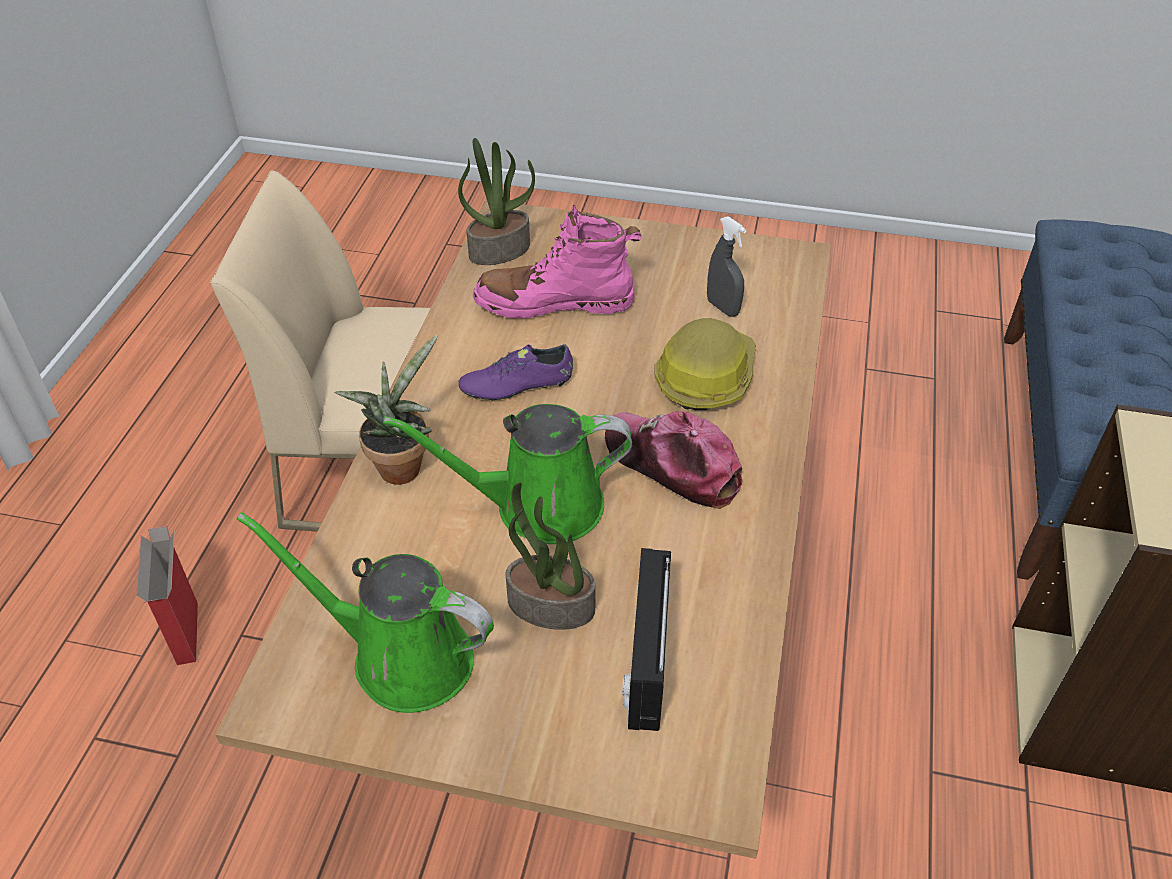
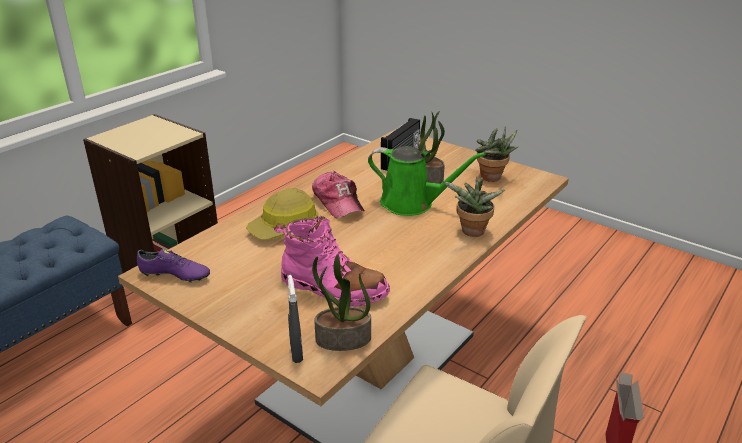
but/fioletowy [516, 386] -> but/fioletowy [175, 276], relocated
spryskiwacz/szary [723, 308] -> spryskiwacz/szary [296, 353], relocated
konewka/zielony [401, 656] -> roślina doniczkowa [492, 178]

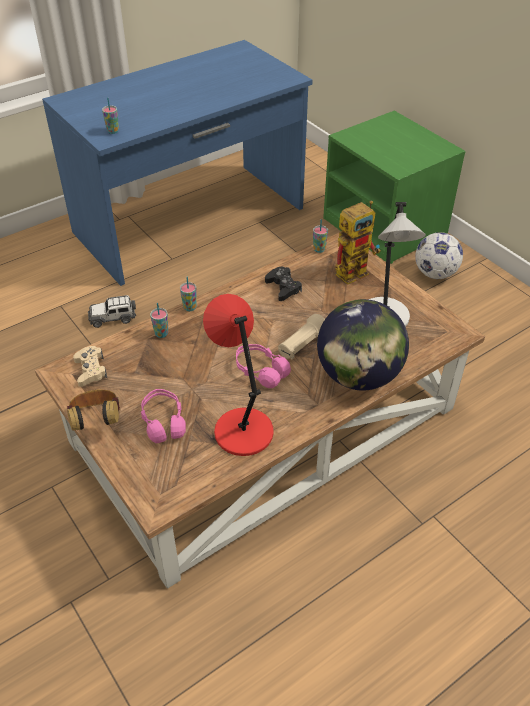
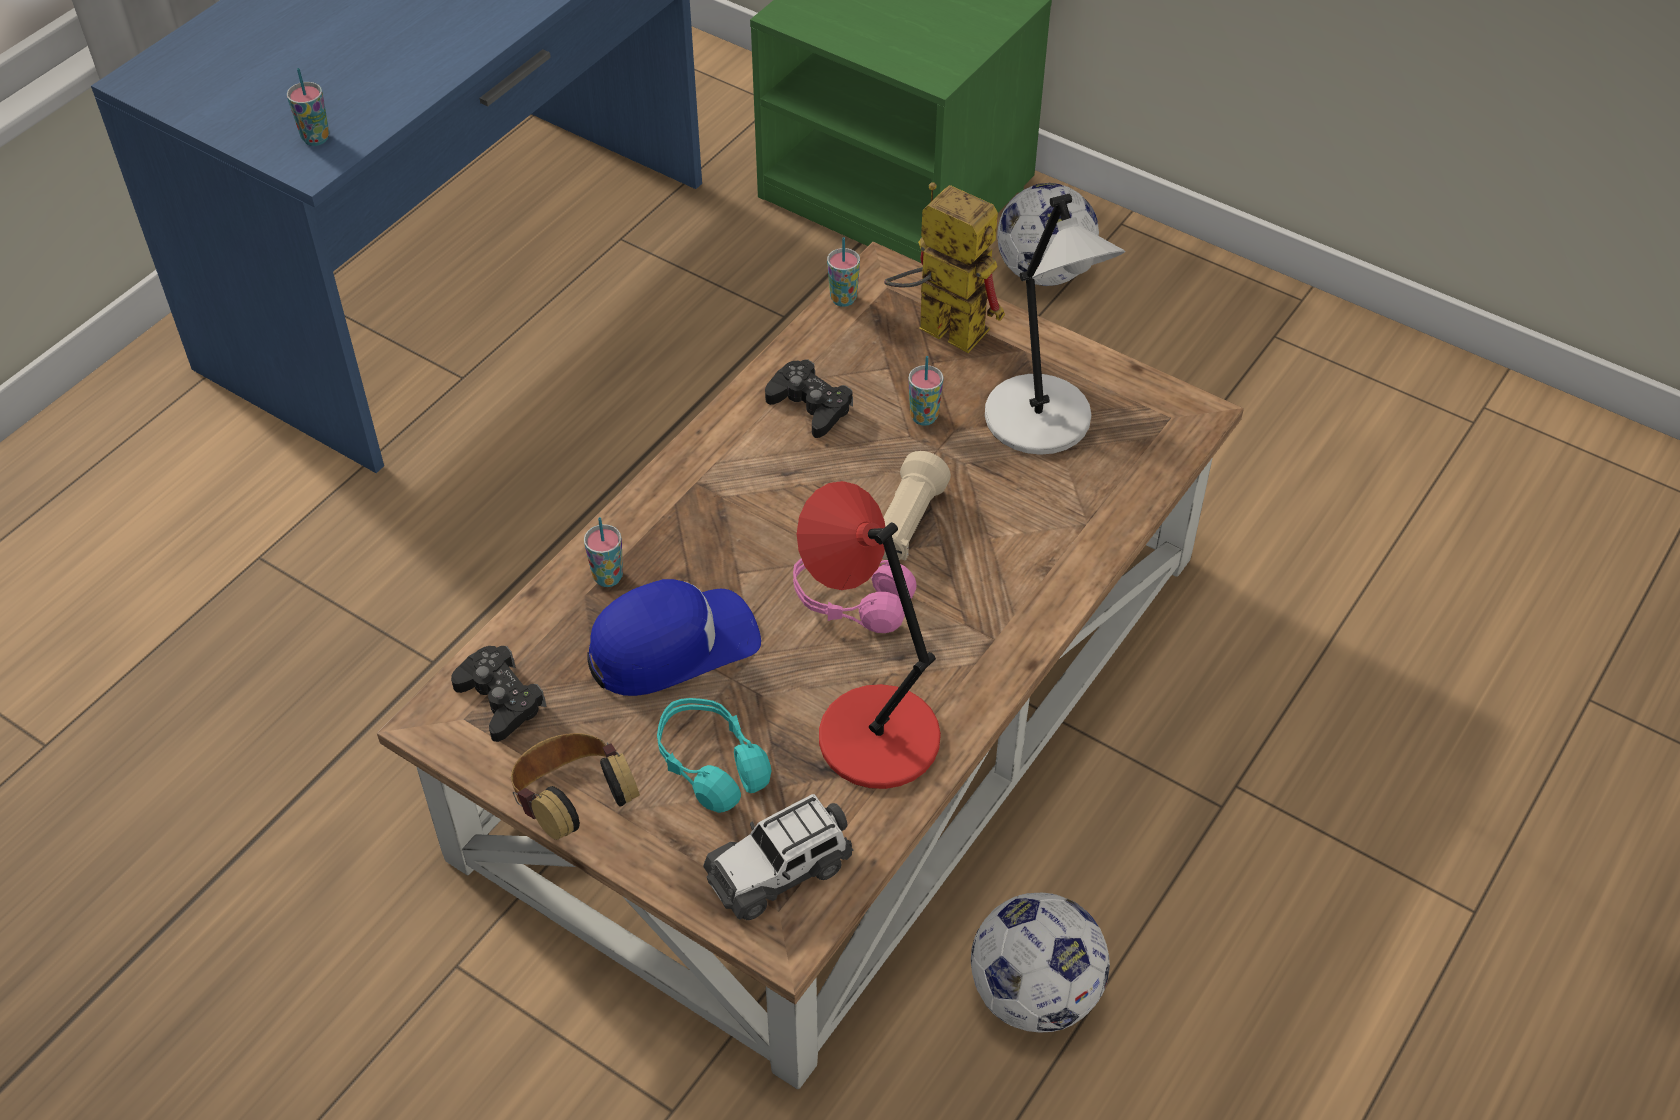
globus [358, 376] -> none
none -> czapka z daszkiem/niebieski [673, 645]
none -> piłka futbolowa [1034, 995]
samochodzik [113, 318] -> samochodzik [779, 869], relocated
filiżanka [190, 307] -> filiżanka [924, 417], relocated
pad do gier/beżowy [91, 370] -> pad do gier/czarny [500, 699]
słuchawki/różowy [163, 422] -> słuchawki/turkusowy [710, 764]
robot zabawkowy [355, 270] -> robot zabawkowy [937, 328], 90 degrees counterclockwise

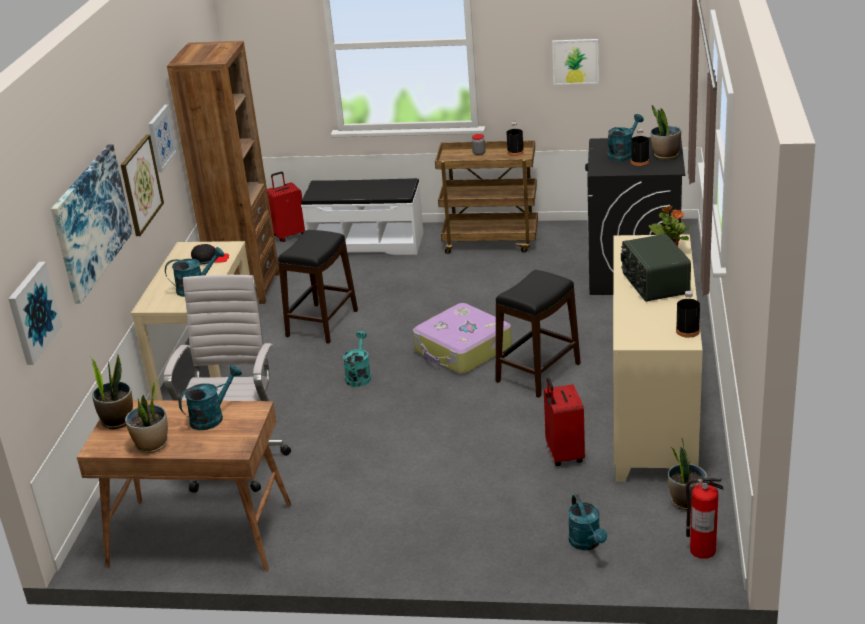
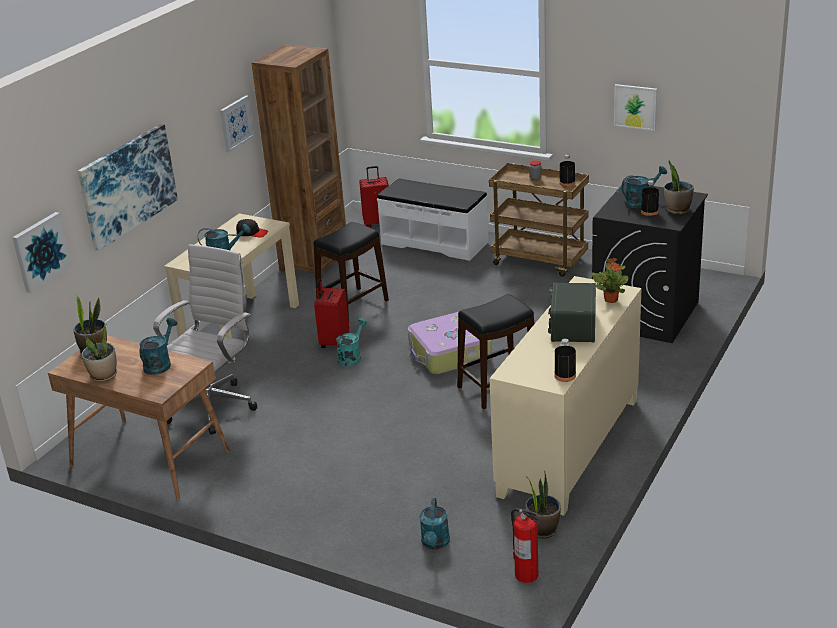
obraz [140, 184] -> none
walizka/czerwony [563, 455] -> walizka/czerwony [334, 342], relocated
konewka/turkusowy [212, 417] -> konewka/turkusowy [160, 364], 45 degrees counterclockwise

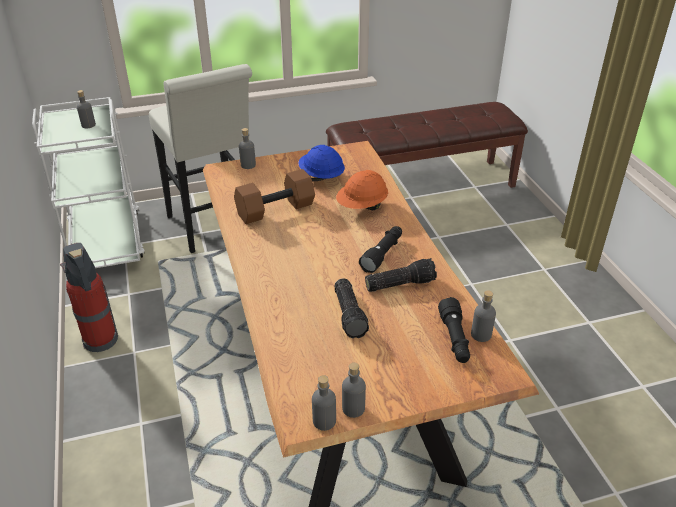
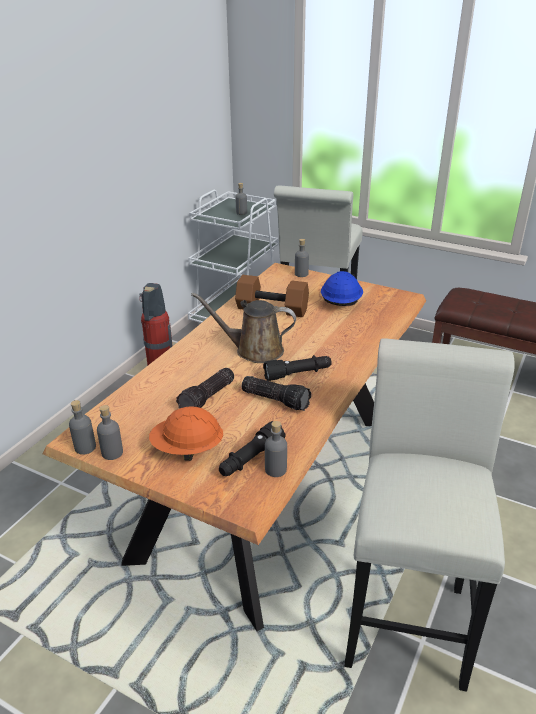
none -> konewka/brązowy [254, 350]
none -> stołek/biały [406, 615]
kask/pomarańczowy [362, 207] -> kask/pomarańczowy [187, 450], relocated

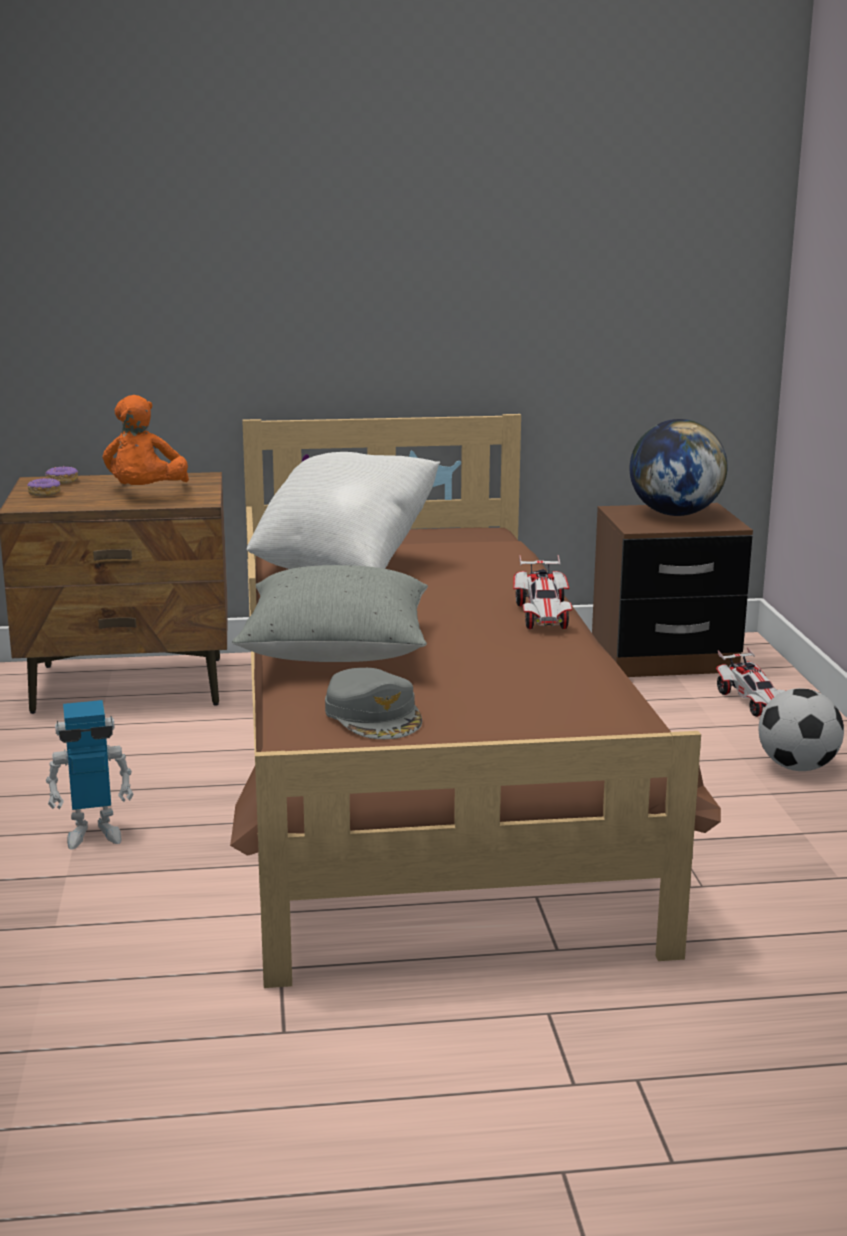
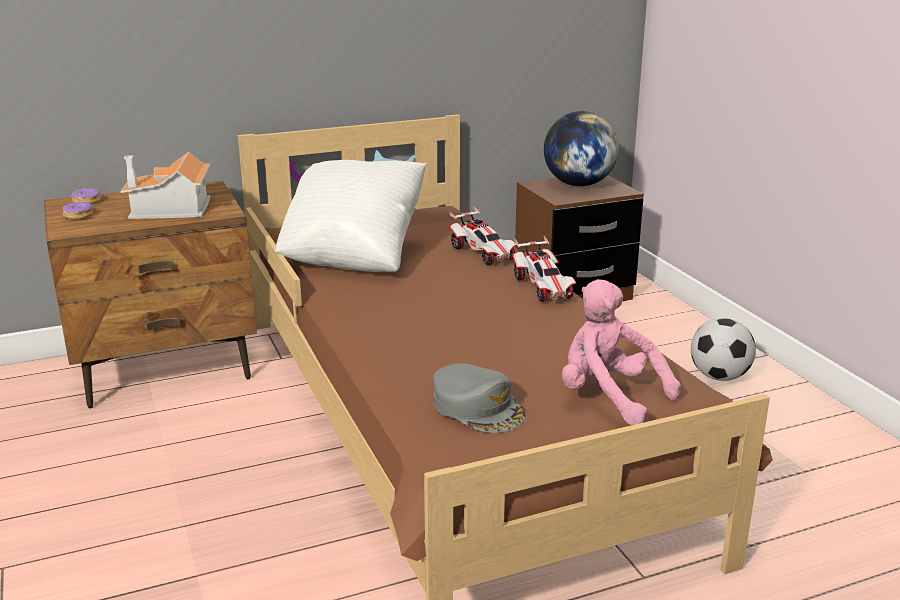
robot zabawkowy [93, 833] -> none
poduszka/szary [336, 651] -> none
none -> pluszak/różowy [608, 397]
samochodzik [752, 702] -> samochodzik [483, 253], relocated
pluszak/pomarańczowy [146, 494] -> domek [172, 209]

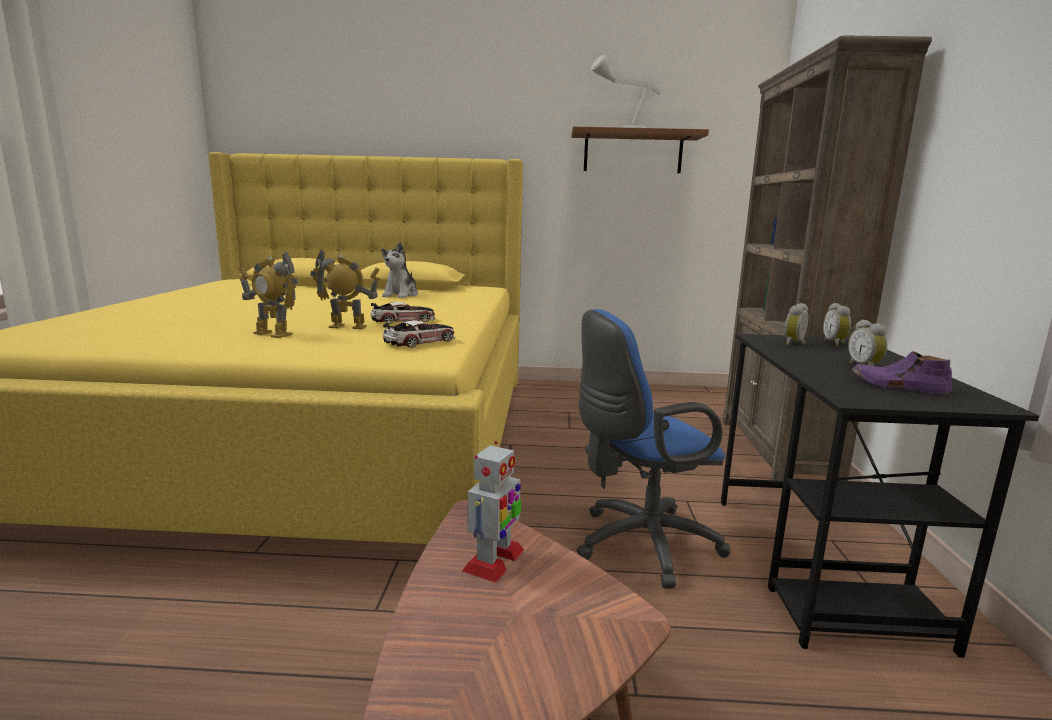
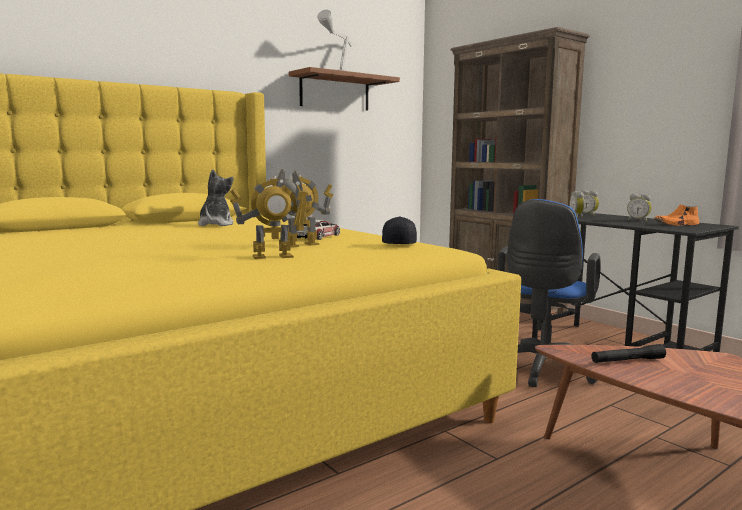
samochodzik [420, 341] -> czapka z daszkiem/czarny [398, 244]
robot zabawkowy [493, 561] -> latarka/czarny [627, 361]
but/fioletowy [898, 386] -> but/pomarańczowy [676, 224]
pluszak [401, 295] -> pluszak [215, 224], 150 degrees counterclockwise

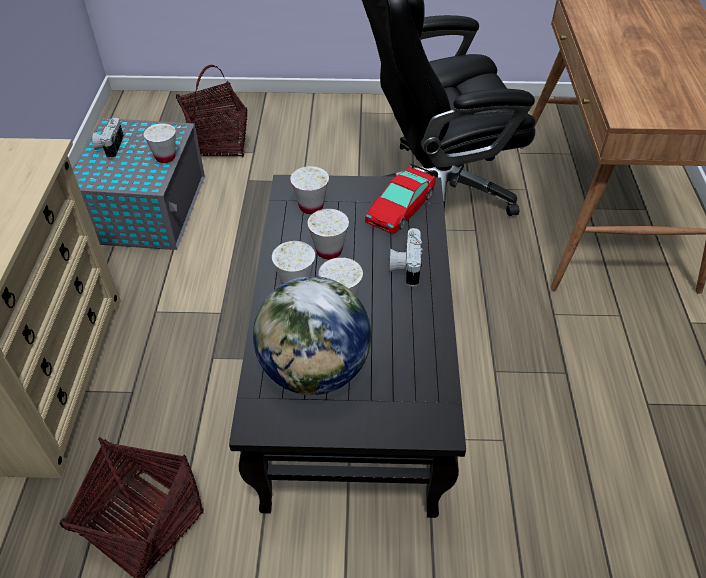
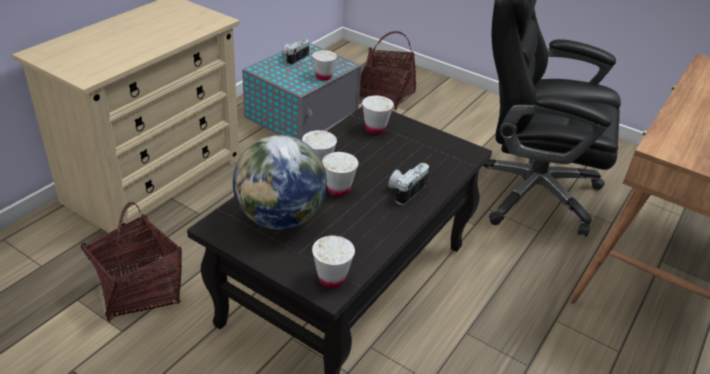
samochodzik [400, 207] -> none
filiżanka/biały [329, 251] -> filiżanka/biały [331, 279], relocated

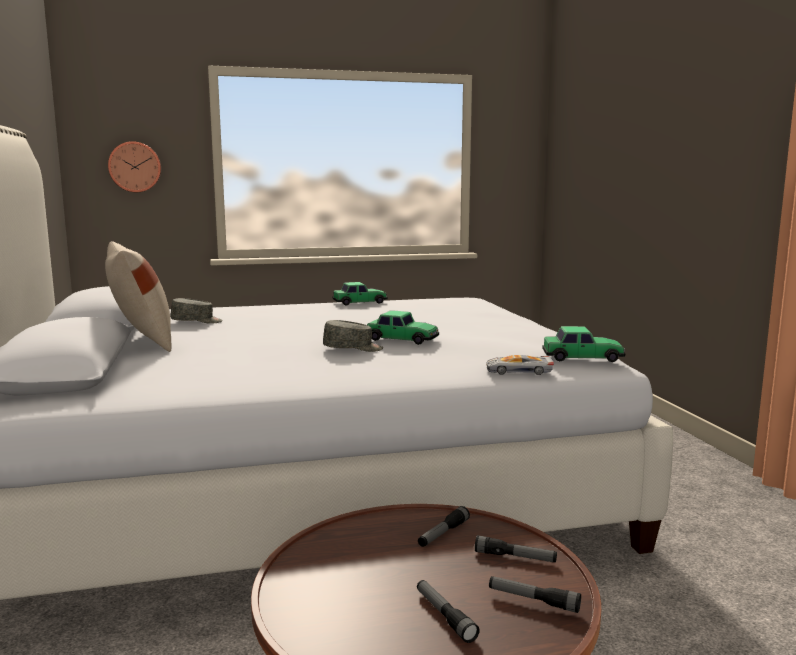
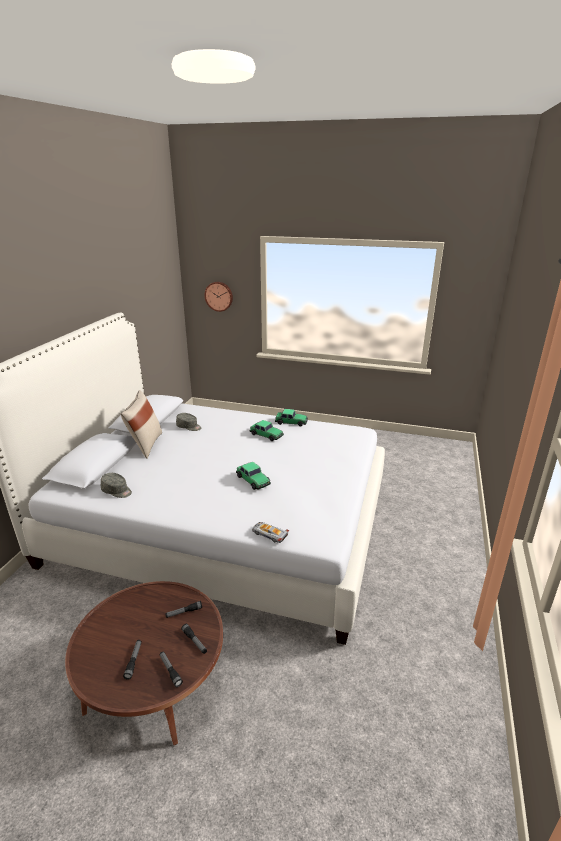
czapka z daszkiem/szary [353, 349] -> czapka z daszkiem/szary [117, 491], relocated
samochodzik [582, 357] -> samochodzik [266, 435], relocated

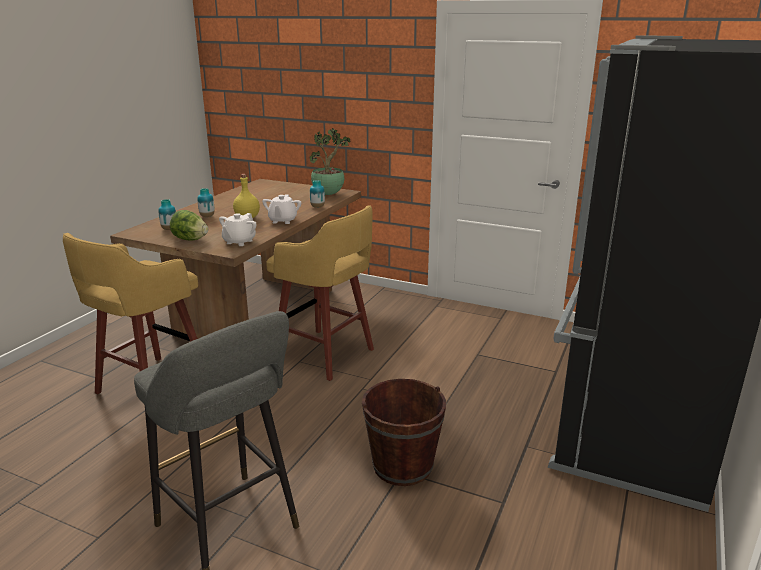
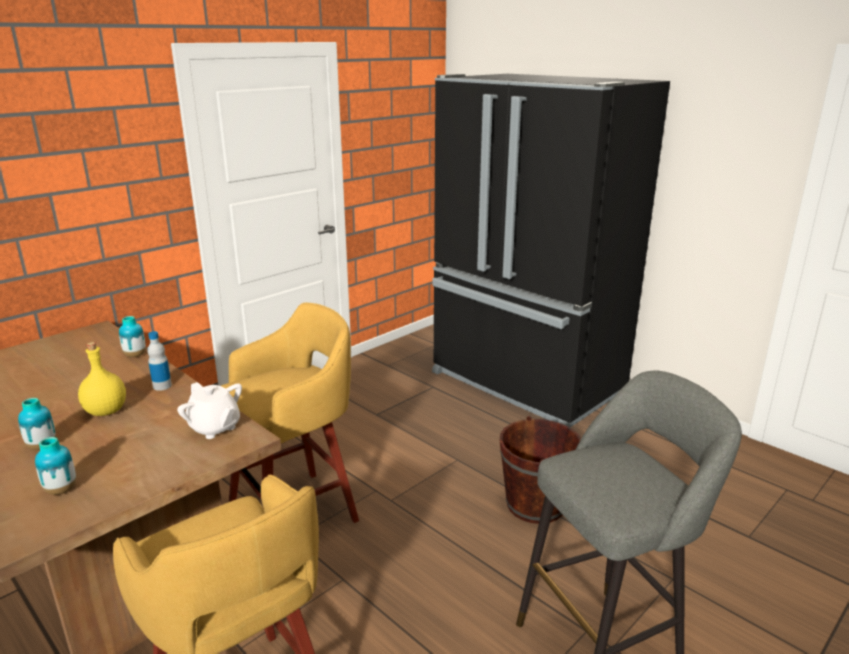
sałata [190, 239] -> none
roślina doniczkowa [329, 194] -> none
imbryk/biały [282, 221] -> butelka [162, 386]

